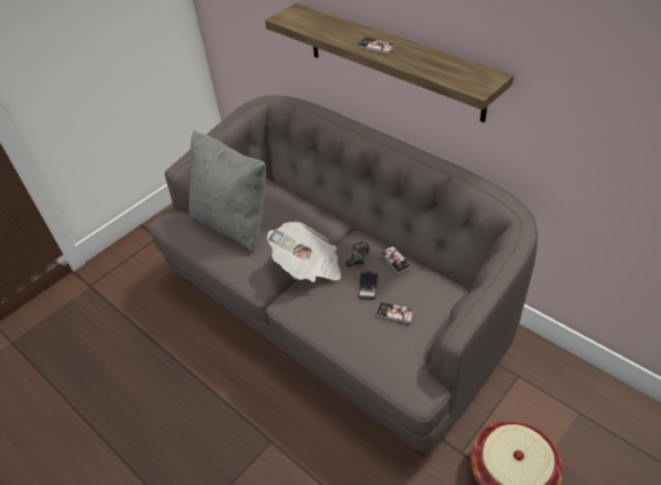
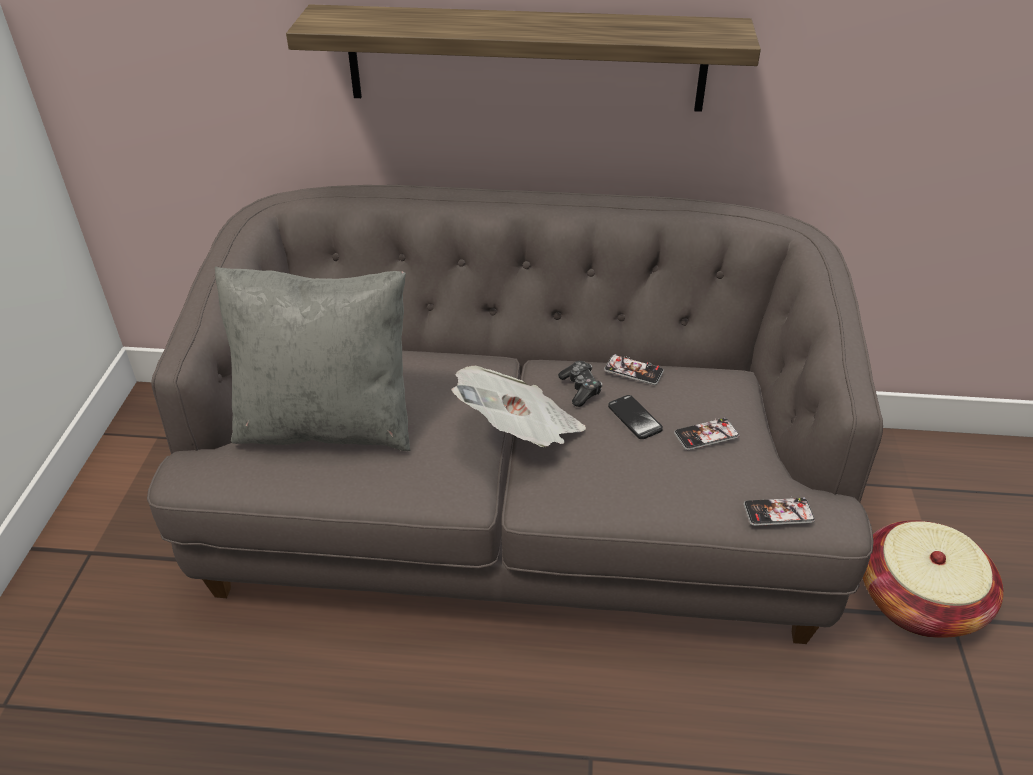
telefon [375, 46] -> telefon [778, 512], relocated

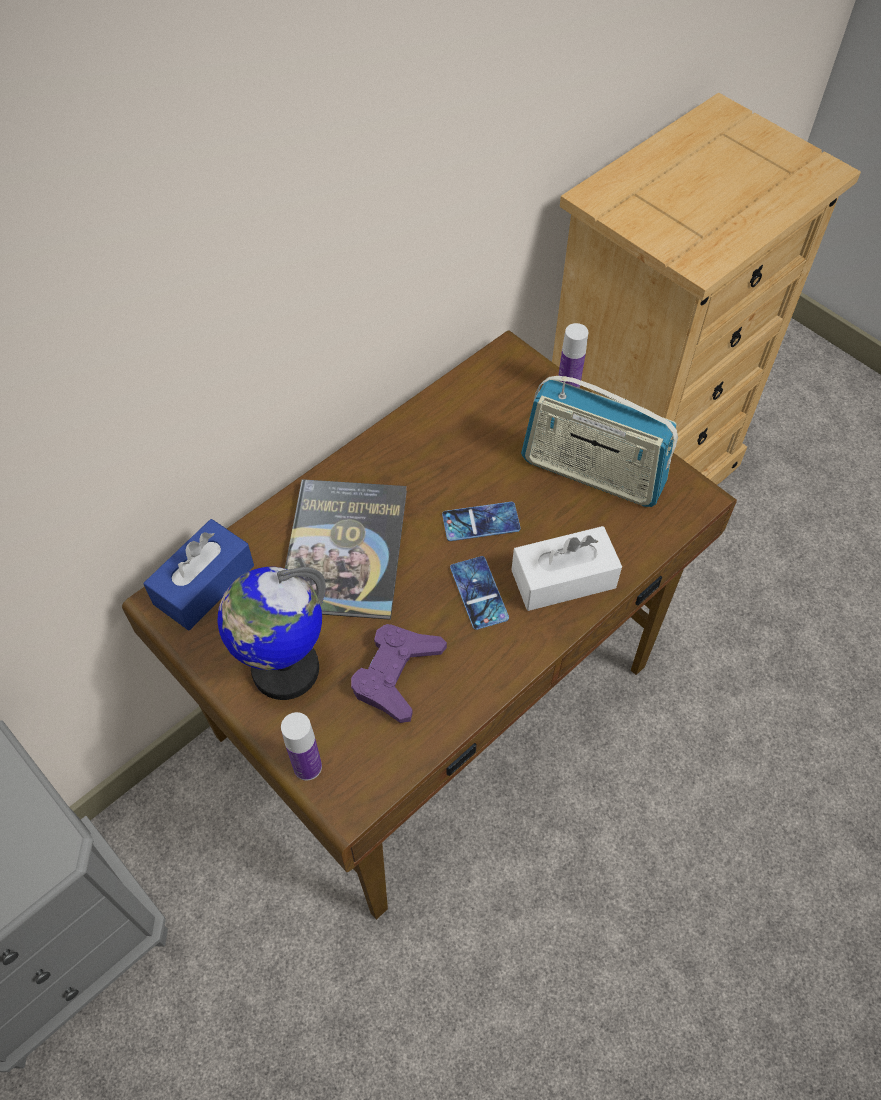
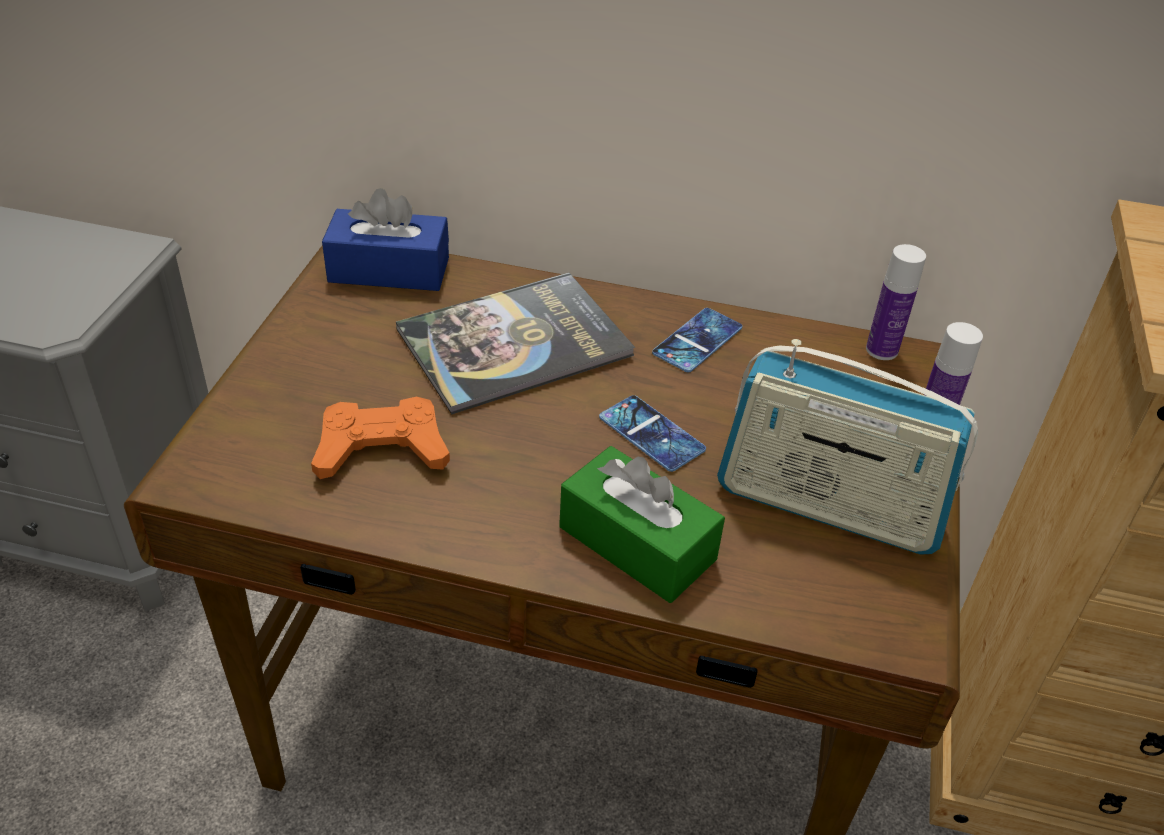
globus [284, 669] -> none
butelka [307, 766] -> butelka [881, 350], relocated
telefon [479, 593] -> telefon [697, 340], relocated
pad do gier/fioletowy [396, 674] -> pad do gier/pomarańczowy [381, 448]
pudełko chusteczek/biały [563, 579] -> pudełko chusteczek/zielony [637, 543]
radio [592, 473] -> radio [828, 506], 60 degrees counterclockwise

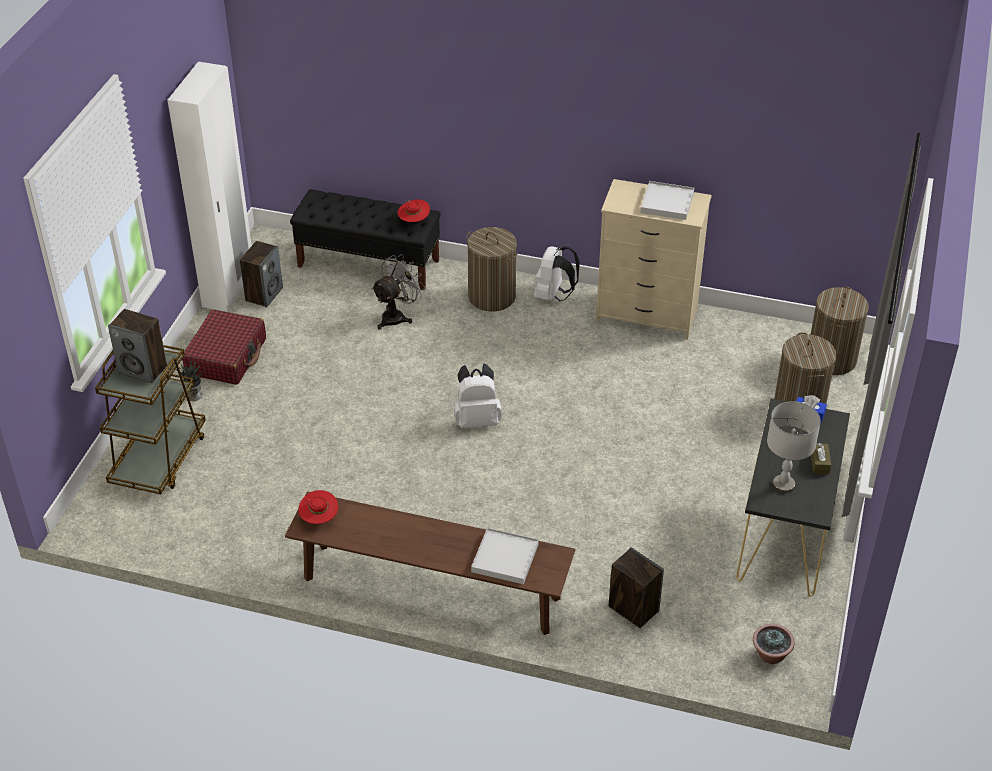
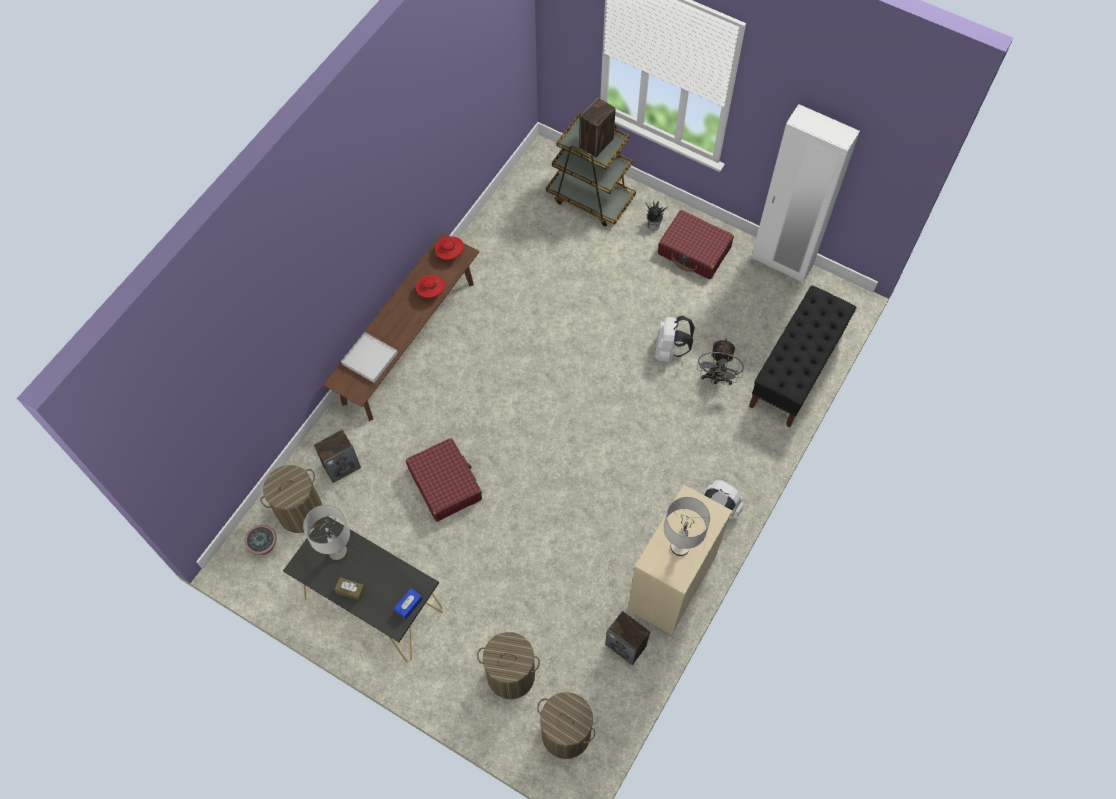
none -> walizka/czerwony [445, 484]
głośnik [264, 294] -> głośnik [626, 645], relocated
kapelusz/czerwony [414, 221] -> kapelusz/czerwony [431, 292], relocated
plecak/biały [477, 420] -> plecak/biały [670, 350], relocated
kosz na pranie [492, 296] -> kosz na pranie [300, 512], relocated
taca/biały [667, 203] -> lampa stołowa/szary [680, 547]
wentylator/szary [397, 316] -> wentylator/szary [716, 378], 45 degrees clockwise

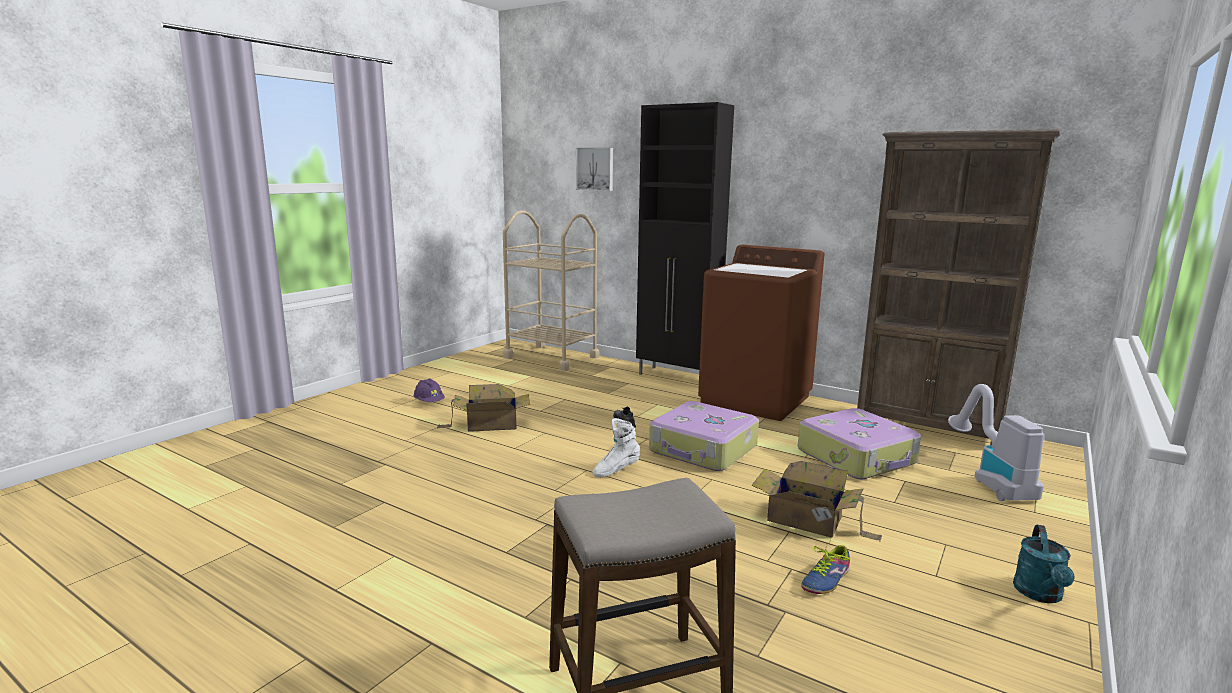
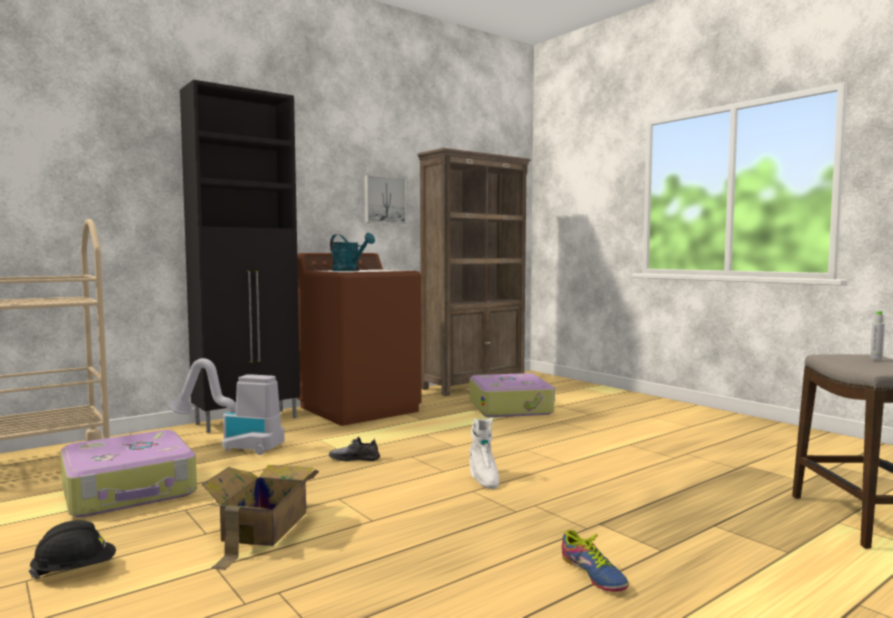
karton [807, 520] -> none
none -> butelka/szary [876, 358]
obraz [595, 169] -> obraz [384, 200], relocated
walizka [703, 449] -> walizka [130, 490], relocated
but [826, 580] -> but [593, 573], relocated
odkurzacz [990, 480] -> odkurzacz [234, 446], relocated
konewka/turkusowy [1040, 595] -> konewka/turkusowy [350, 271], relocated
kask/fioletowy [429, 402] -> kask/czarny [75, 571]

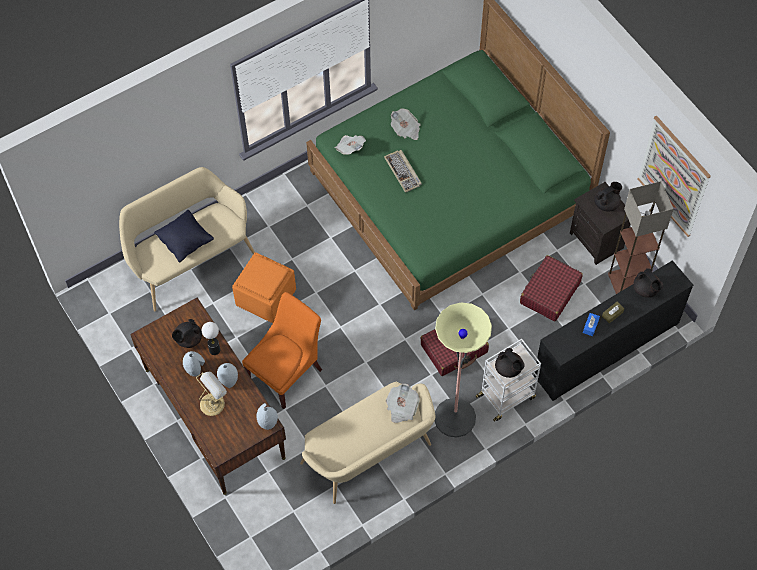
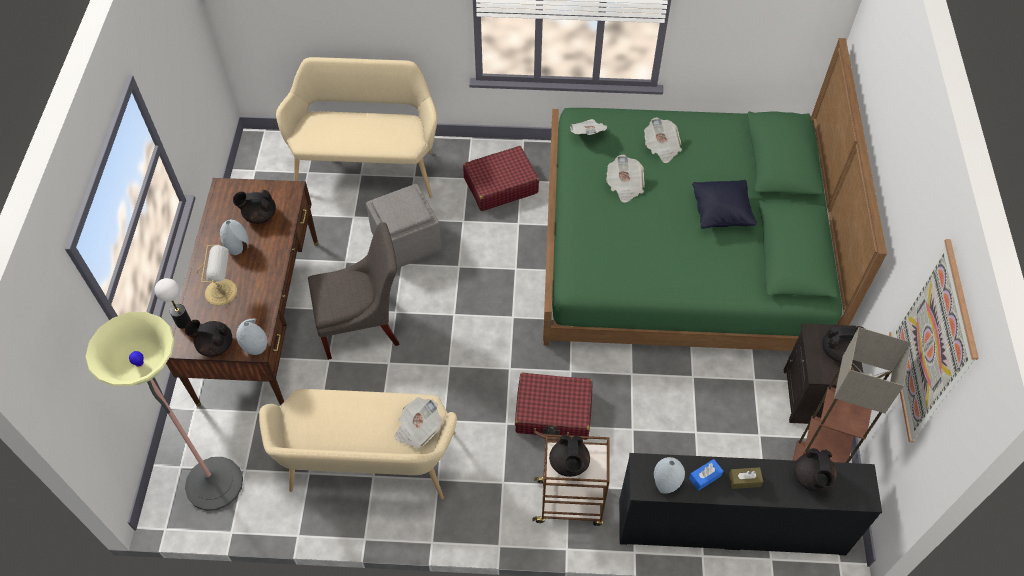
none -> imbryk/czarny [215, 345]
poduszka/czarny [185, 242] -> poduszka/czarny [721, 213], relocated
lampa stołowa [215, 350] -> lampa stołowa [183, 322], relocated
wazon/szary [228, 381] -> wazon/szary [665, 483], relocated
lampa stojąca [455, 418] -> lampa stojąca [214, 484], relocated
walizka/czerwony [549, 293] -> walizka/czerwony [500, 185], relocated
klawiatura [403, 172] -> gazeta [624, 186]
pufa/pomarańczowy [266, 298] -> pufa/szary [406, 243]
krzesło/pomarańczowy [287, 372] -> krzesło/szary [363, 325]
wózek/biały [506, 396] -> wózek/brązowy [570, 502]

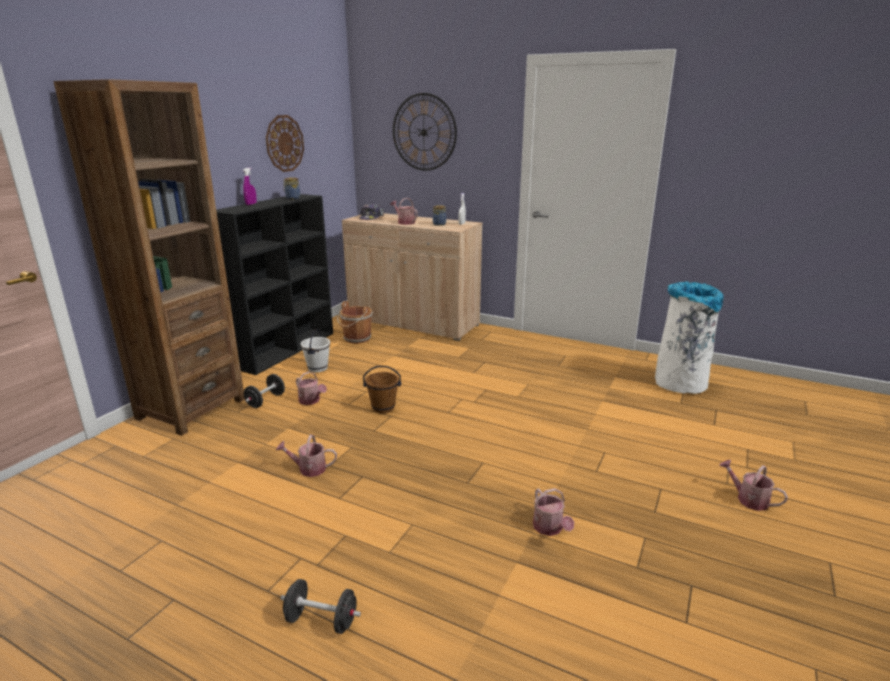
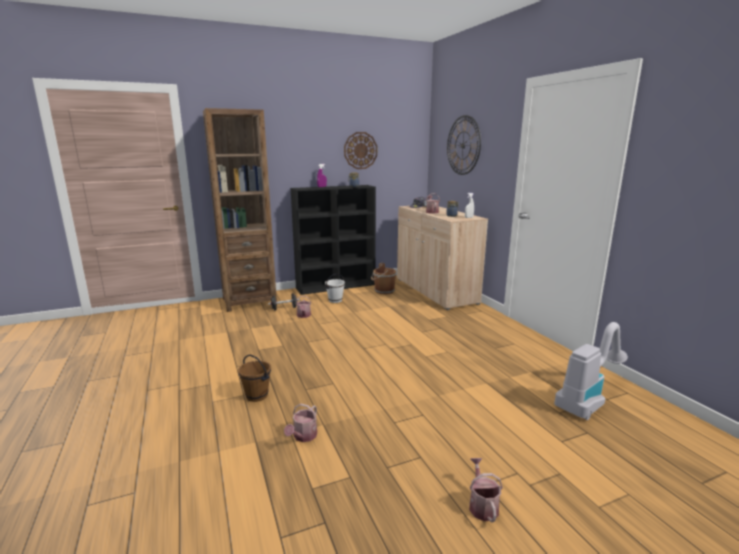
konewka [308, 469] -> none
hantel/czarny [321, 620] -> none
wiadro/brązowy [383, 408] -> wiadro/brązowy [257, 395], relocated
kosz na śmieci/biały [679, 383] -> odkurzacz [587, 399]

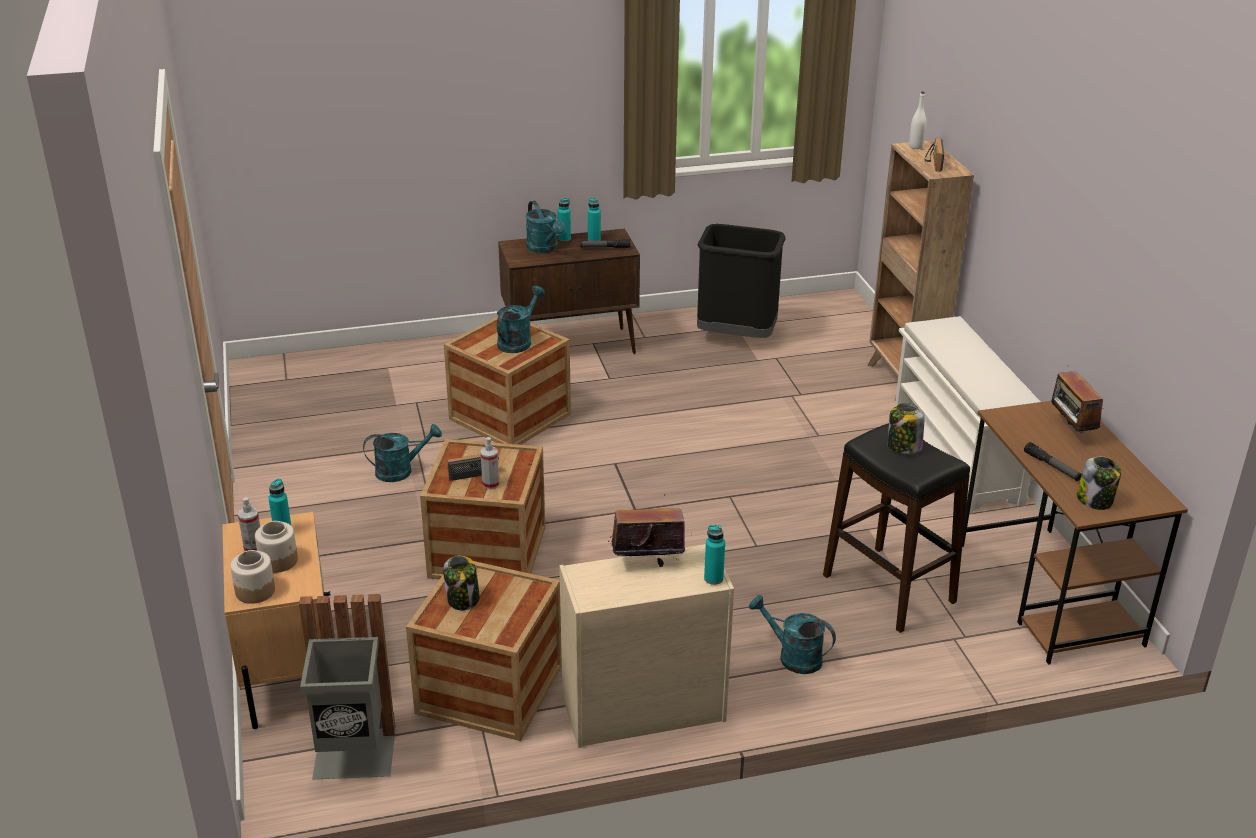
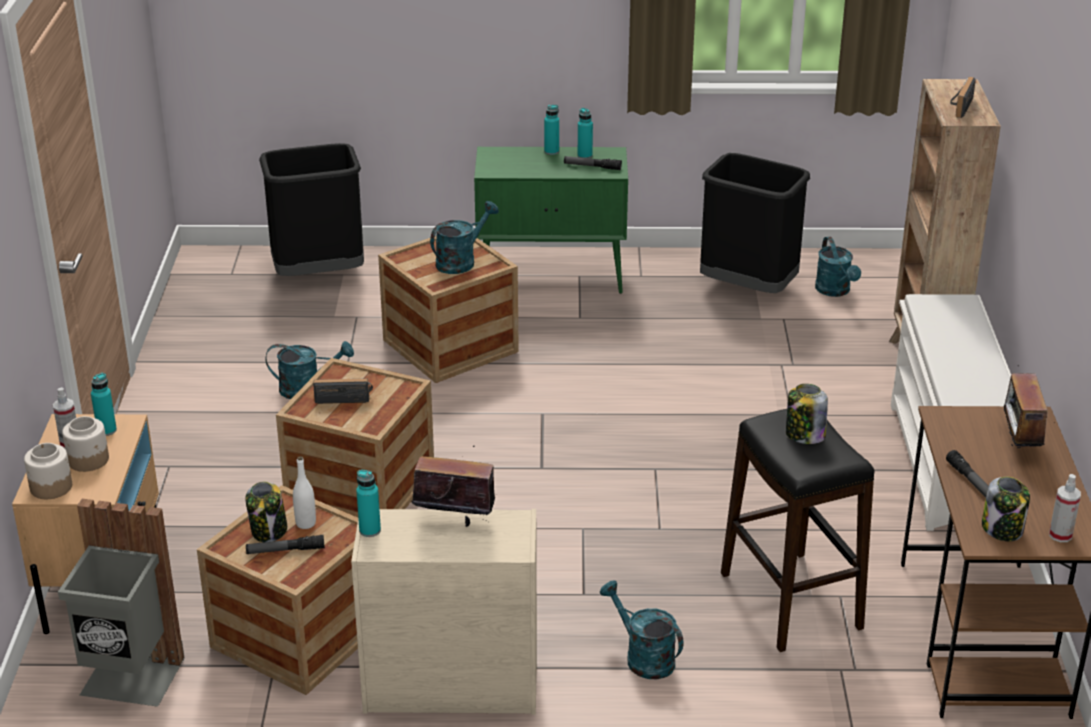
none -> latarka [285, 550]
none -> kosz na śmieci/czarny [319, 274]
spryskiwacz [490, 484] -> spryskiwacz [1060, 535], relocated
konewka/turkusowy [545, 249] -> konewka/turkusowy [835, 291], relocated
butelka/turkusowy [713, 578] -> butelka/turkusowy [370, 530], relocated
butelka/biały [916, 146] -> butelka/biały [306, 523], relocated
szafka/brązowy [571, 348] -> szafka/zielony [552, 278]

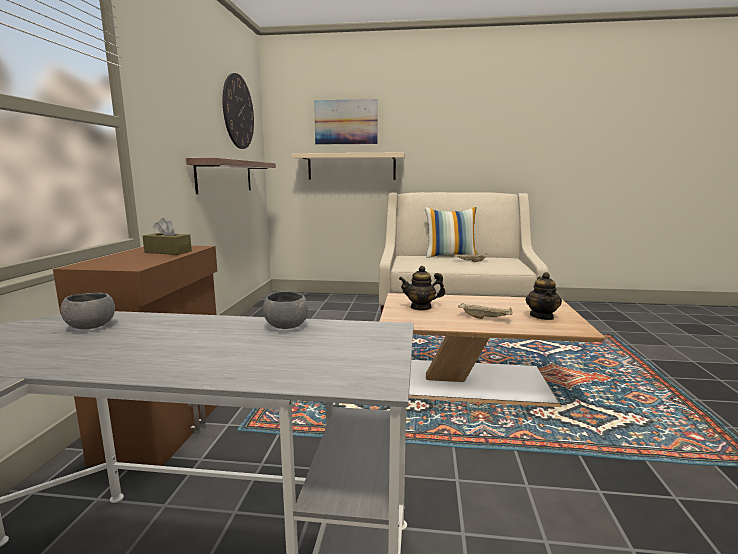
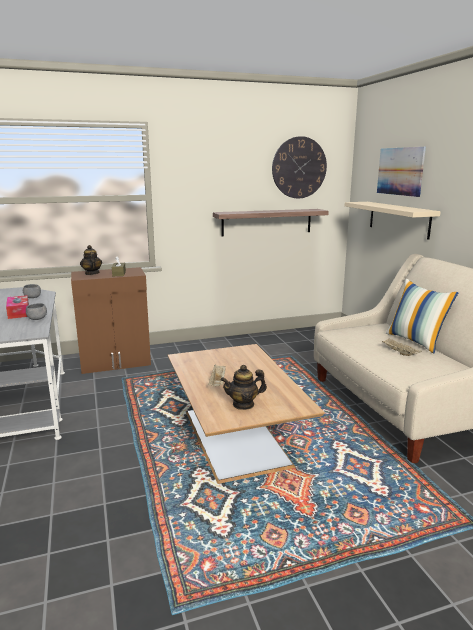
none -> pudełko chusteczek [18, 312]
imbryk [421, 307] -> imbryk [92, 273], relocated

